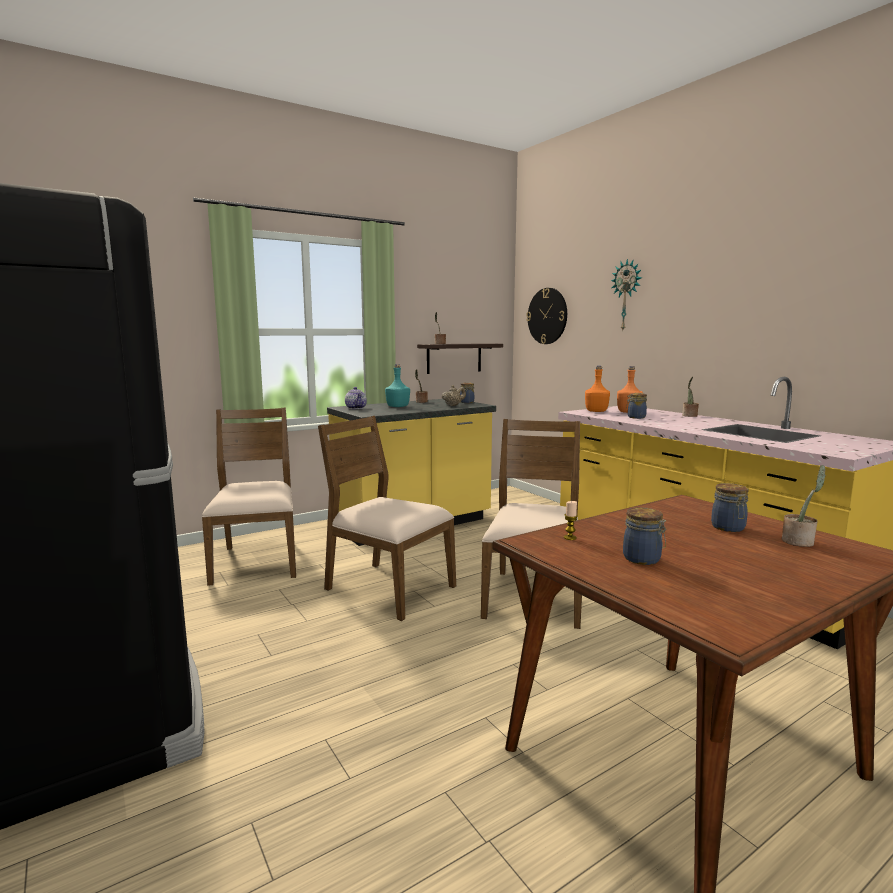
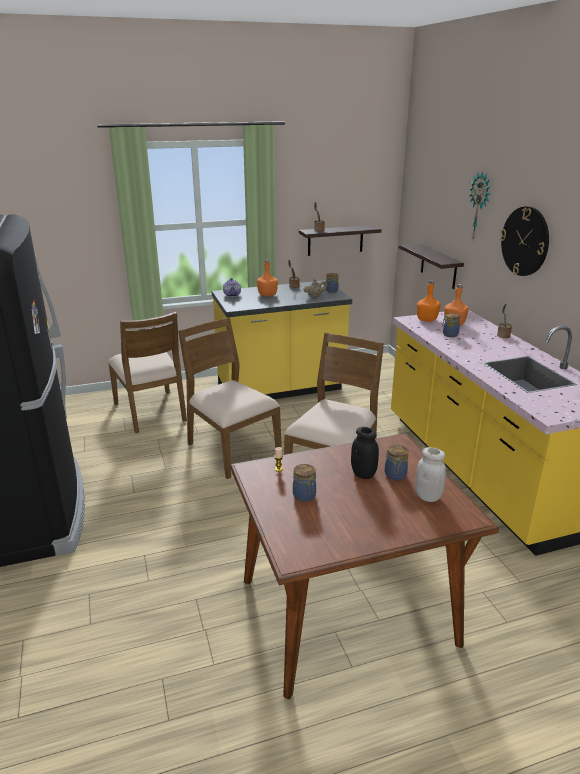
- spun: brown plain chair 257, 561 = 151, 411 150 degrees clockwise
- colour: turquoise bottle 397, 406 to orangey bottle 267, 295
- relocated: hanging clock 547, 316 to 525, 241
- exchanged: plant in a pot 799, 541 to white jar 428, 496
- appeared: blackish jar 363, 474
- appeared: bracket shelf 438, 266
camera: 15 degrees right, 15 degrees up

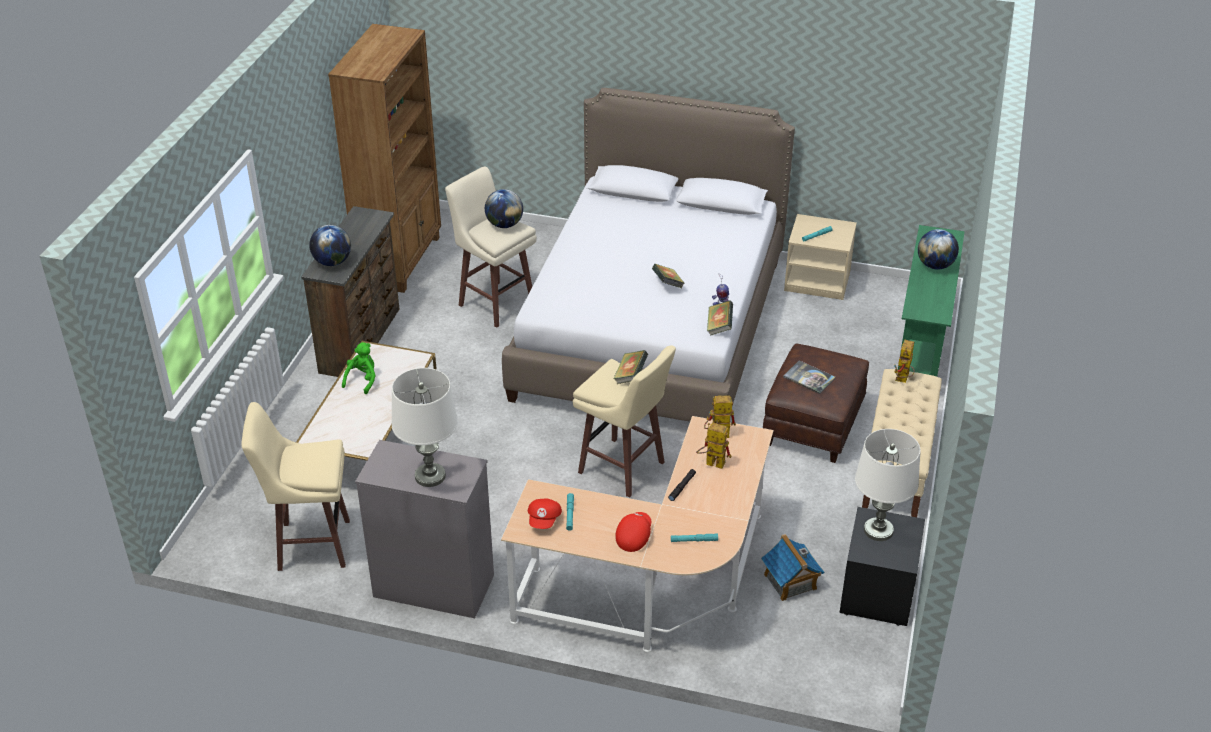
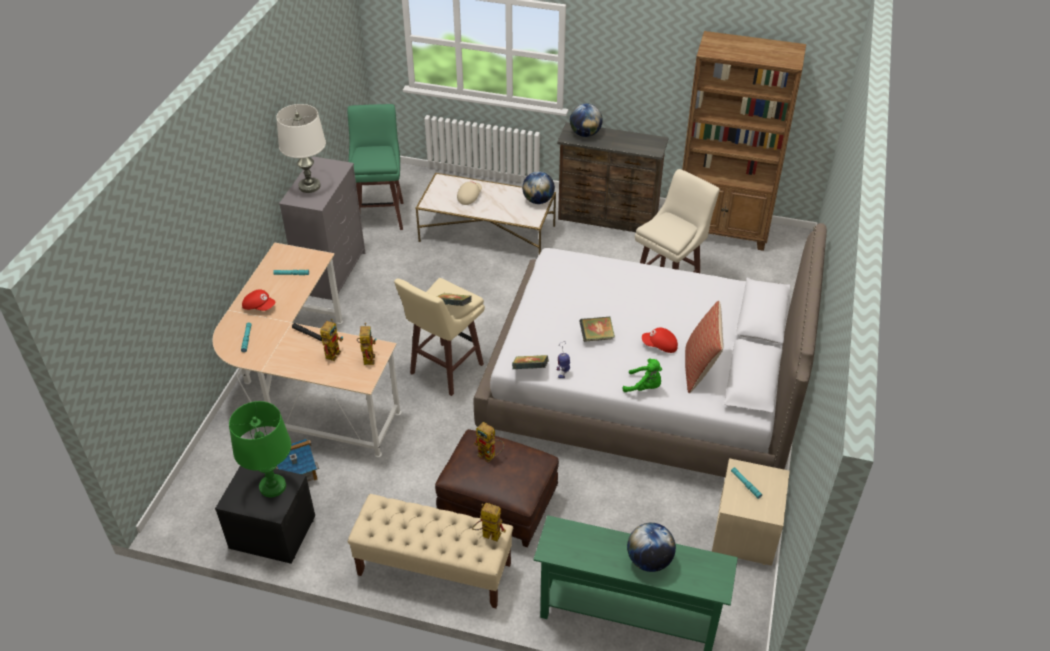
- colour: beige-coloured stool 311, 544 to greenish stool 381, 215
- relocated: greenish soft toy 362, 380 to 644, 387
- relocated: world globe 504, 225 to 538, 200
- relocated: reddish baseball cap 544, 520 to 660, 346
- exchanged: volume 809, 378 to robot figure 490, 456
- colour: white tabletop lamp 878, 530 to greenish tabletop lamp 273, 486
- appeared: beige-coloured baseball cap 469, 197
- appeared: throw pillow 699, 369
camera: 90 degrees right, 5 degrees up

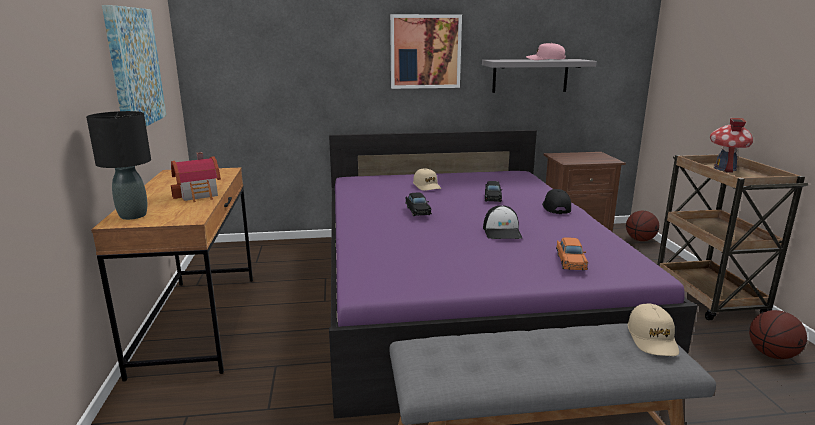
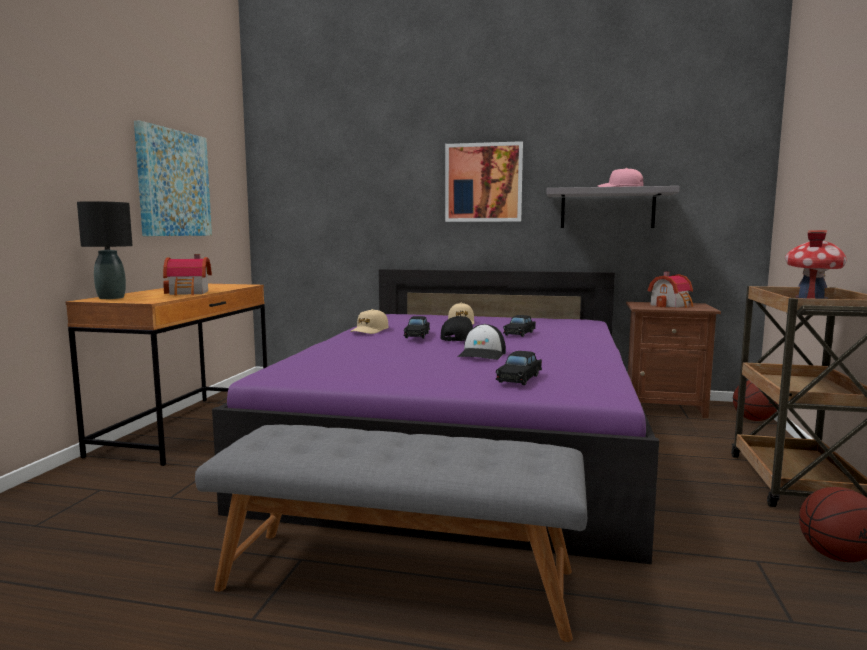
- relocated: blackish baseball cap 555, 208 to 459, 338
- colour: orangey model car 570, 261 to blackish model car 520, 378
- relocated: beige-coloured baseball cap 652, 339 to 369, 330
- appeared: model house 672, 305
camera: 20 degrees right, 10 degrees down

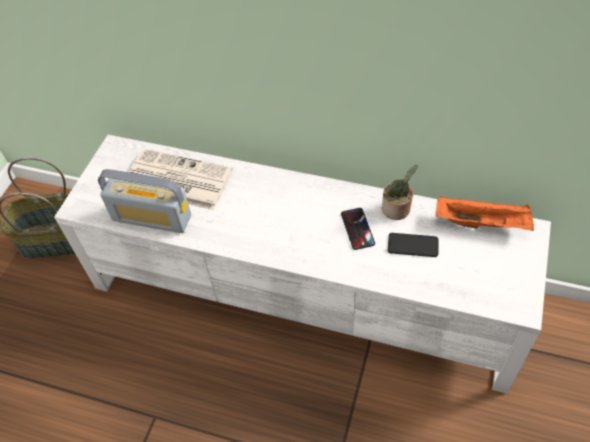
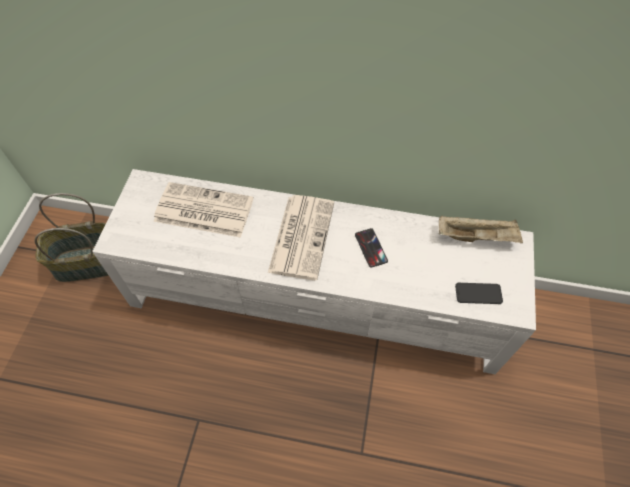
- missing: radio 152, 218
- missing: plant in a pot 397, 210
- relocated: handset 413, 245 to 478, 293
- colour: orangey carrying tray 482, 223 to beige-coloured carrying tray 477, 237
- appeared: newspaper 301, 235
camera: 10 degrees left, 5 degrees up

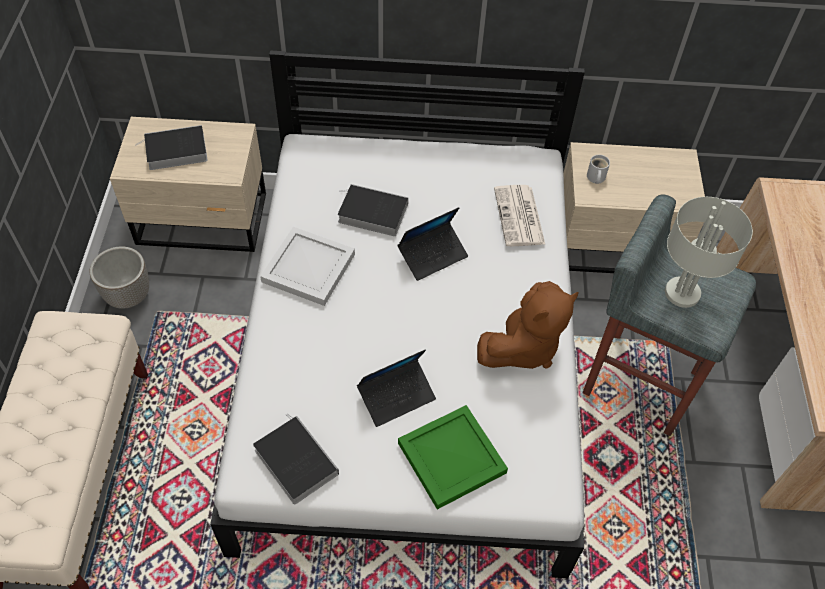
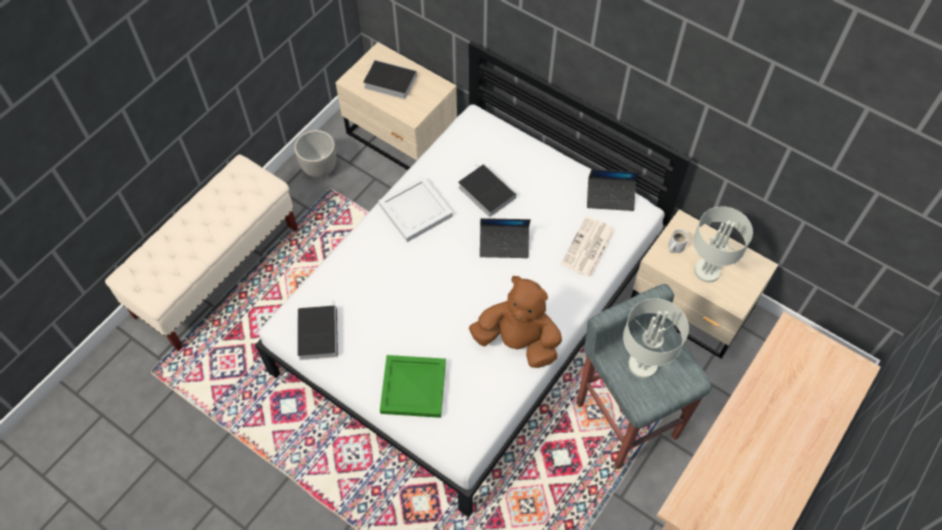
- relocated: laptop 396, 396 to 610, 197
- spun: brown soft toy 523, 347 = 517, 342 150 degrees counterclockwise
- appeared: greyish tabletop lamp 706, 270
camera: 35 degrees right, 5 degrees up

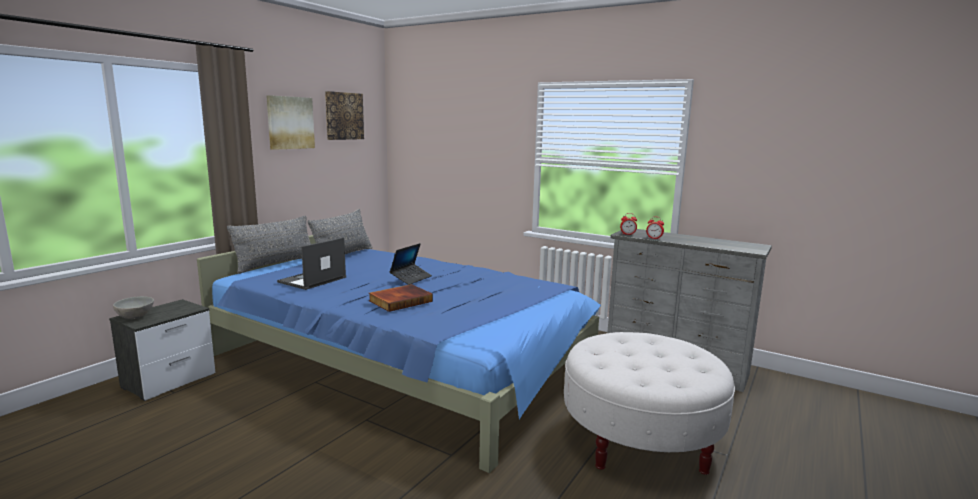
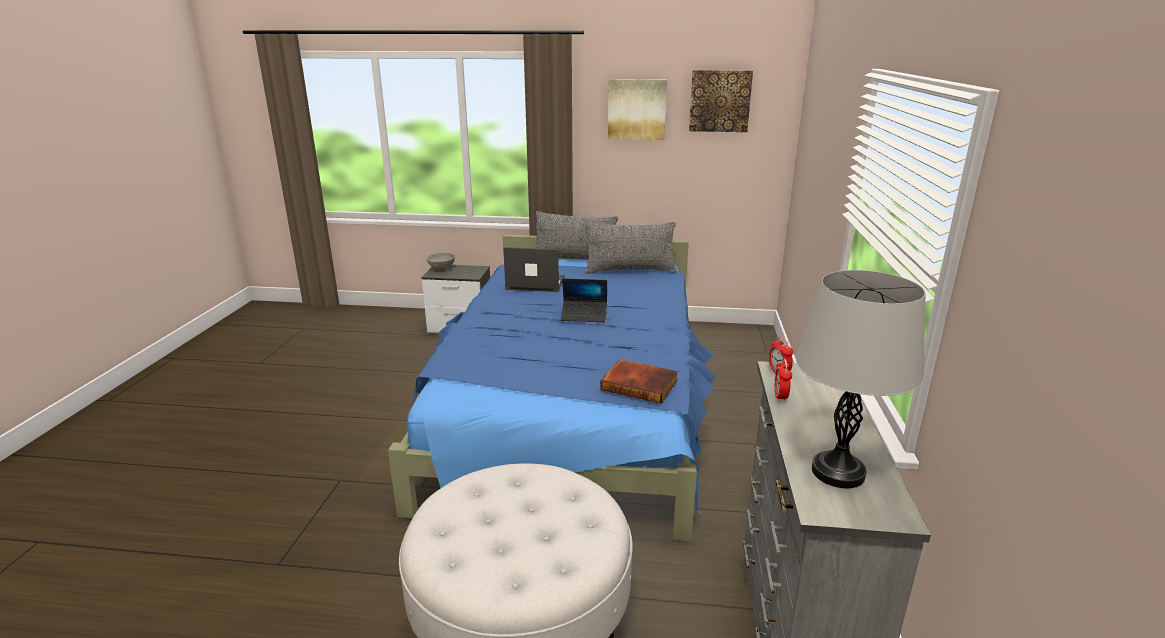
- relocated: volume 400, 300 to 640, 384
- appeared: greyish tabletop lamp 838, 472
camera: 65 degrees right, 10 degrees up

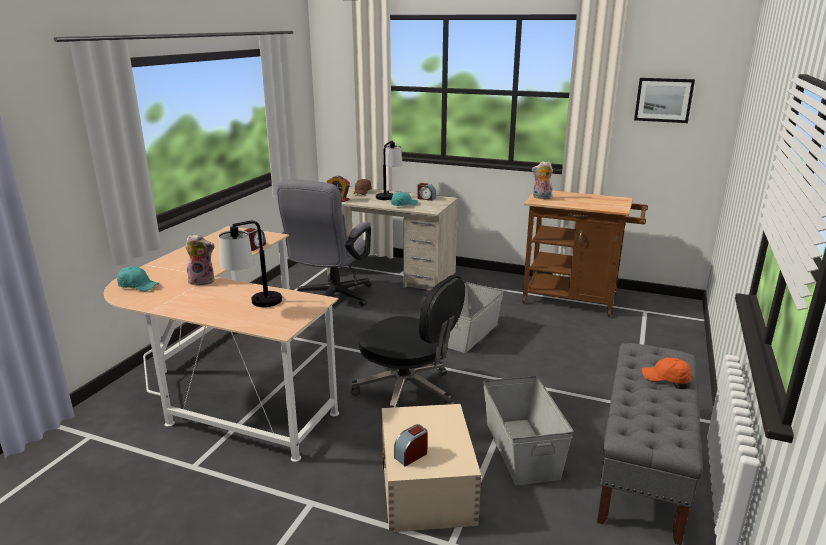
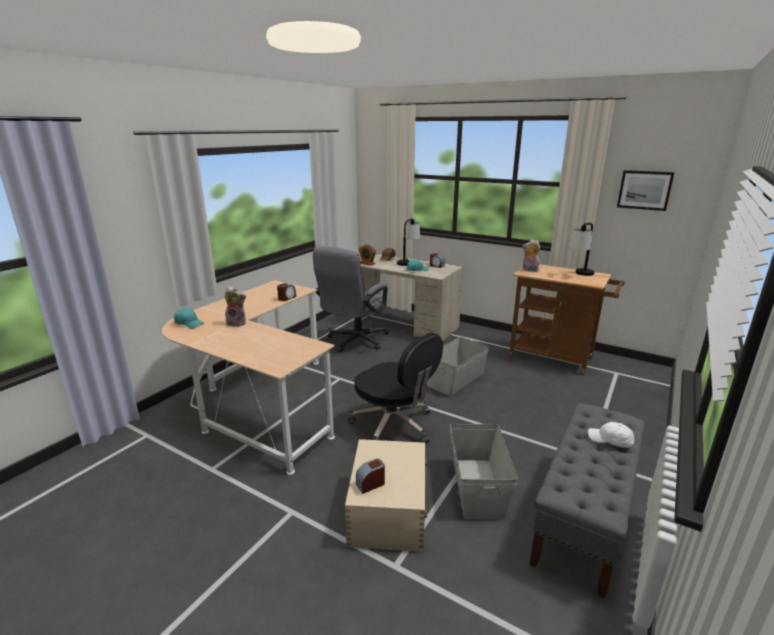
- relocated: tabletop lamp 255, 306 to 580, 275
- colour: orangey baseball cap 666, 378 to white baseball cap 610, 440
camera: 10 degrees right, 0 degrees up

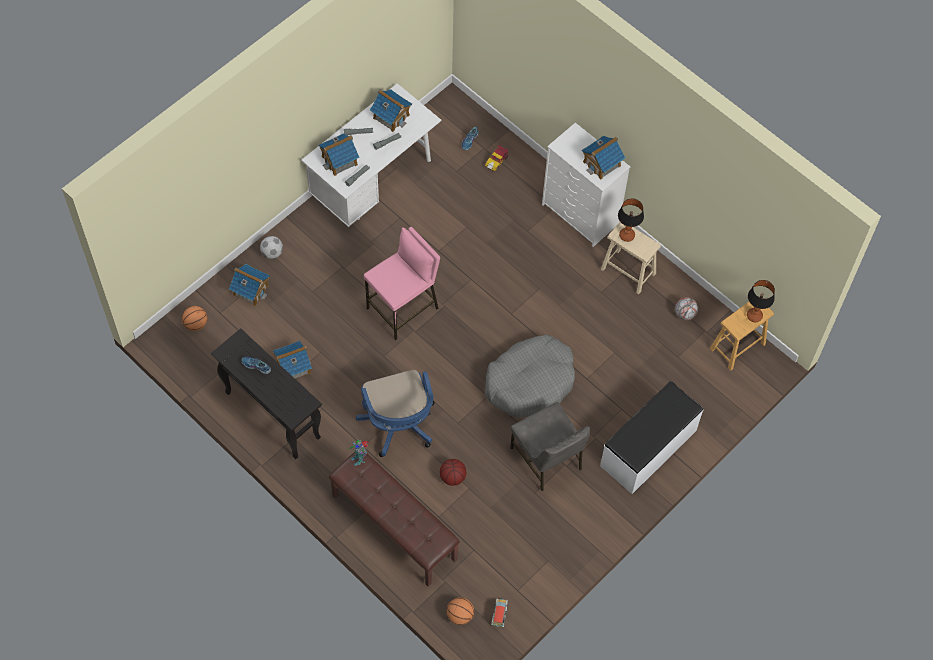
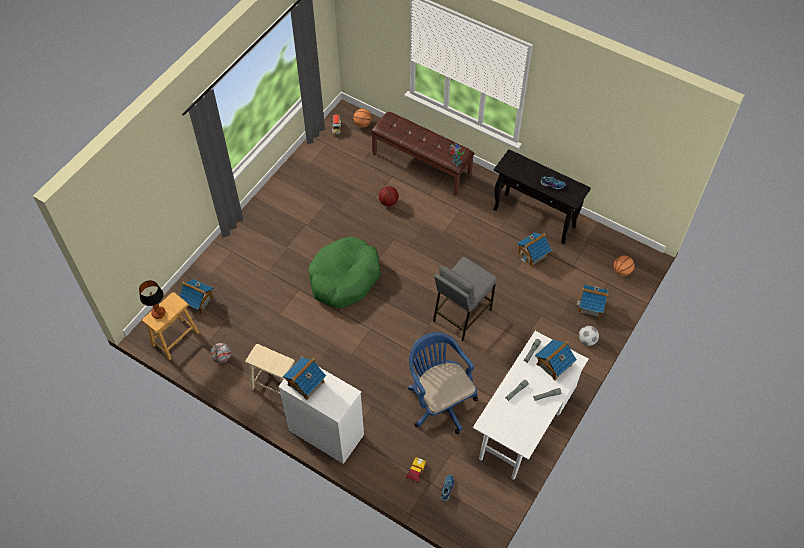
- relocated: blue-coloured computer chair 399, 426 to 439, 400
- colour: pink stool 403, 309 to greyish stool 461, 315
- relocated: model house 391, 116 to 198, 301
- colour: greyish pet bed 530, 382 to greenish pet bed 344, 278
- missing: greyish plain chair 547, 459
- missing: white bench 649, 449
- missing: tabletop lamp 626, 235
camera: 170 degrees right, 5 degrees down

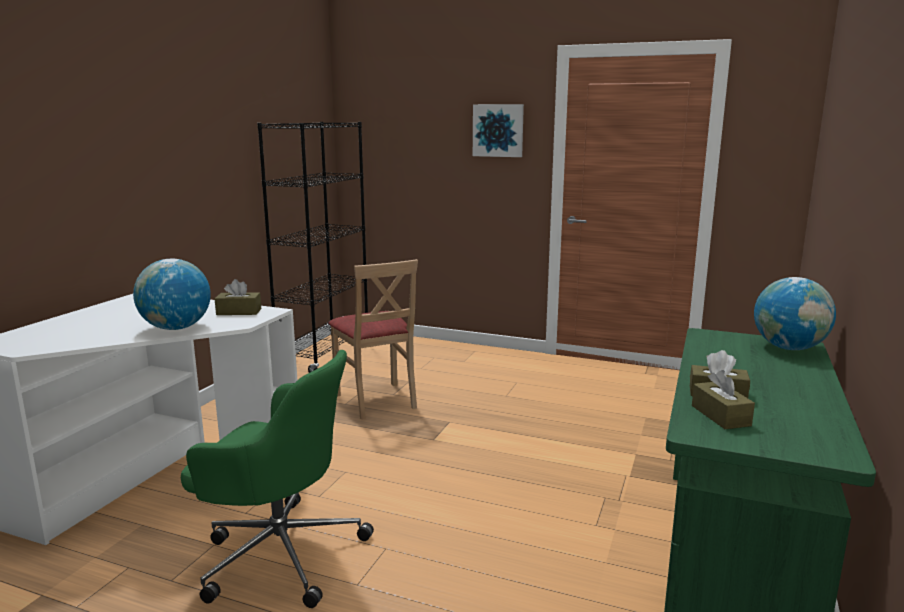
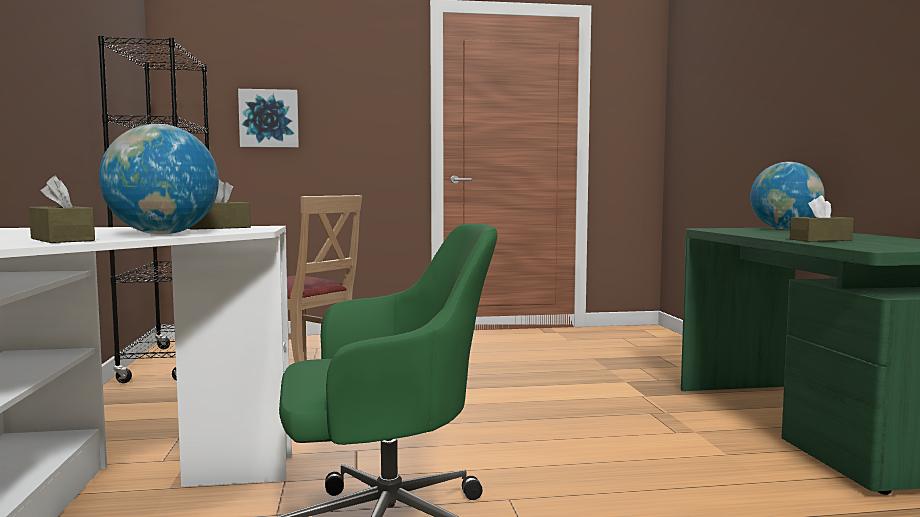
- relocated: wall picture 498, 130 to 269, 118
- relocated: brown tissue box 720, 415 to 62, 239
camera: 30 degrees left, 10 degrees down

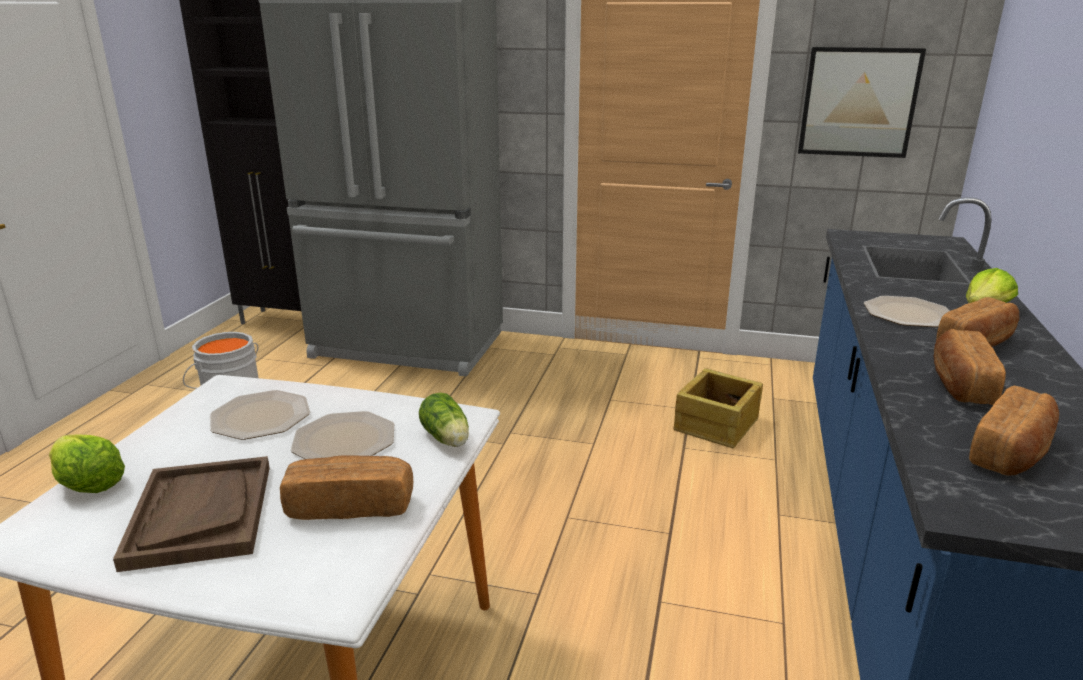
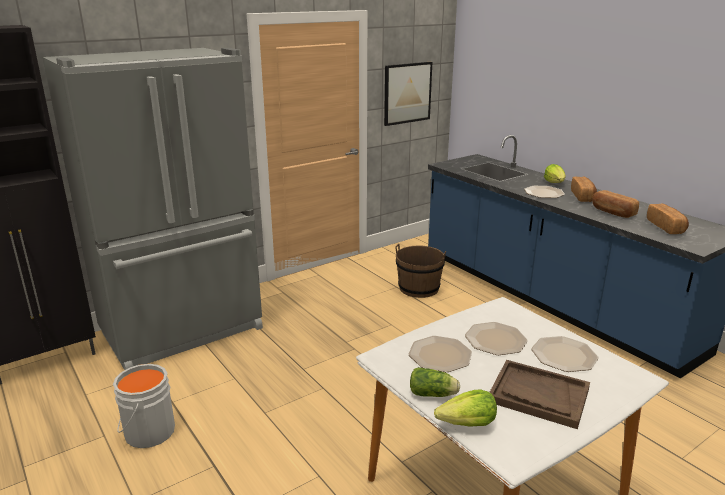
- exchanged: bakery bread 350, 505 to dinner plate 564, 355
- relocated: lettuce head 447, 439 to 434, 394
- exchanged: crate 715, 424 to brown bucket 418, 288
camera: 50 degrees left, 0 degrees up

